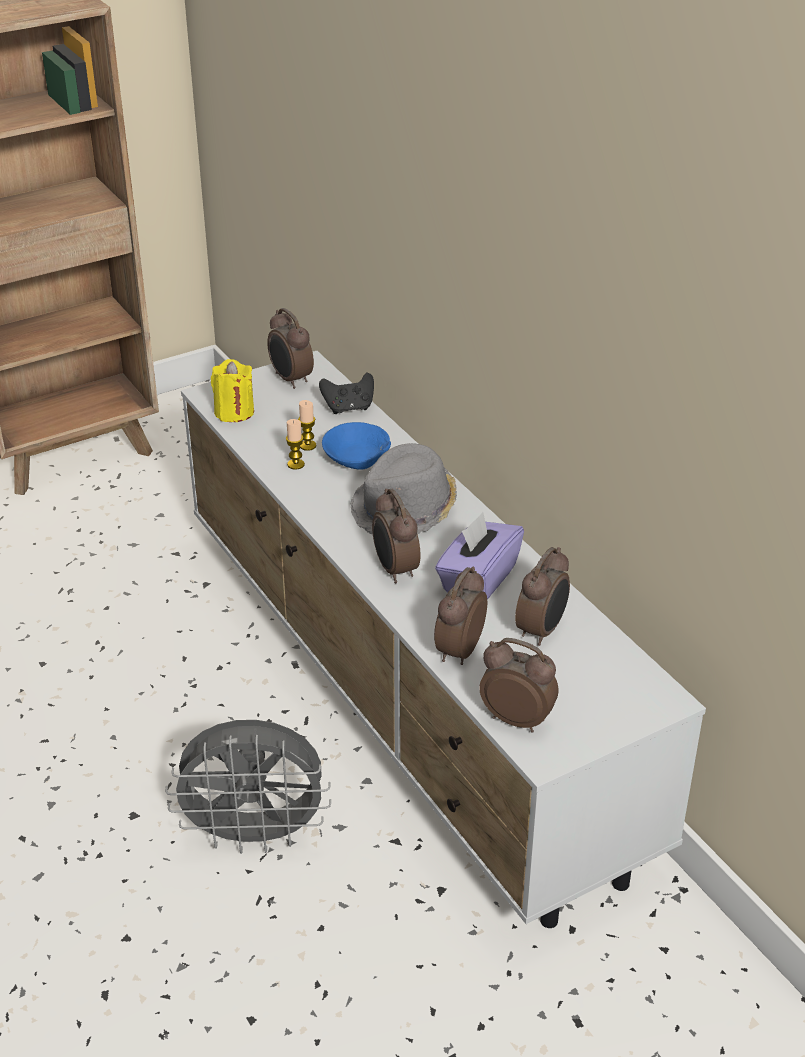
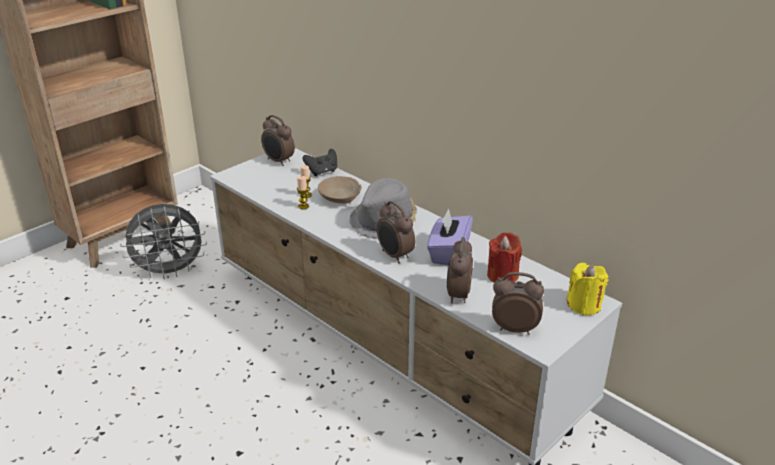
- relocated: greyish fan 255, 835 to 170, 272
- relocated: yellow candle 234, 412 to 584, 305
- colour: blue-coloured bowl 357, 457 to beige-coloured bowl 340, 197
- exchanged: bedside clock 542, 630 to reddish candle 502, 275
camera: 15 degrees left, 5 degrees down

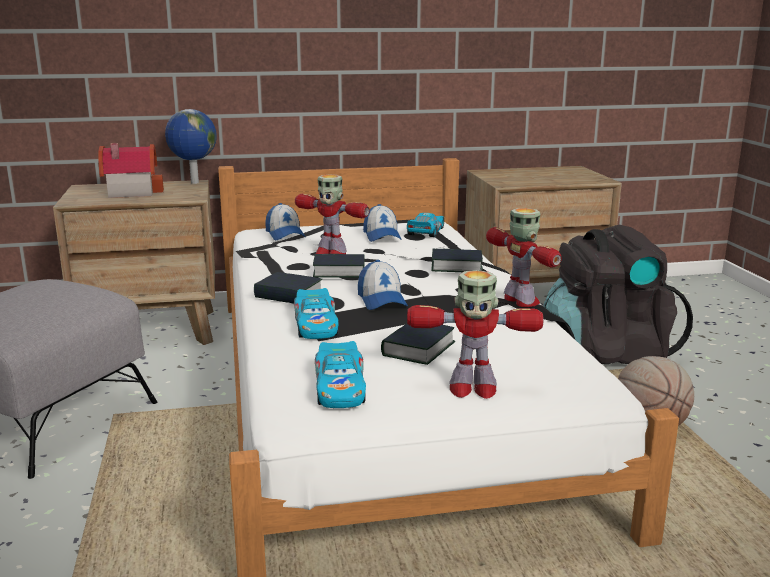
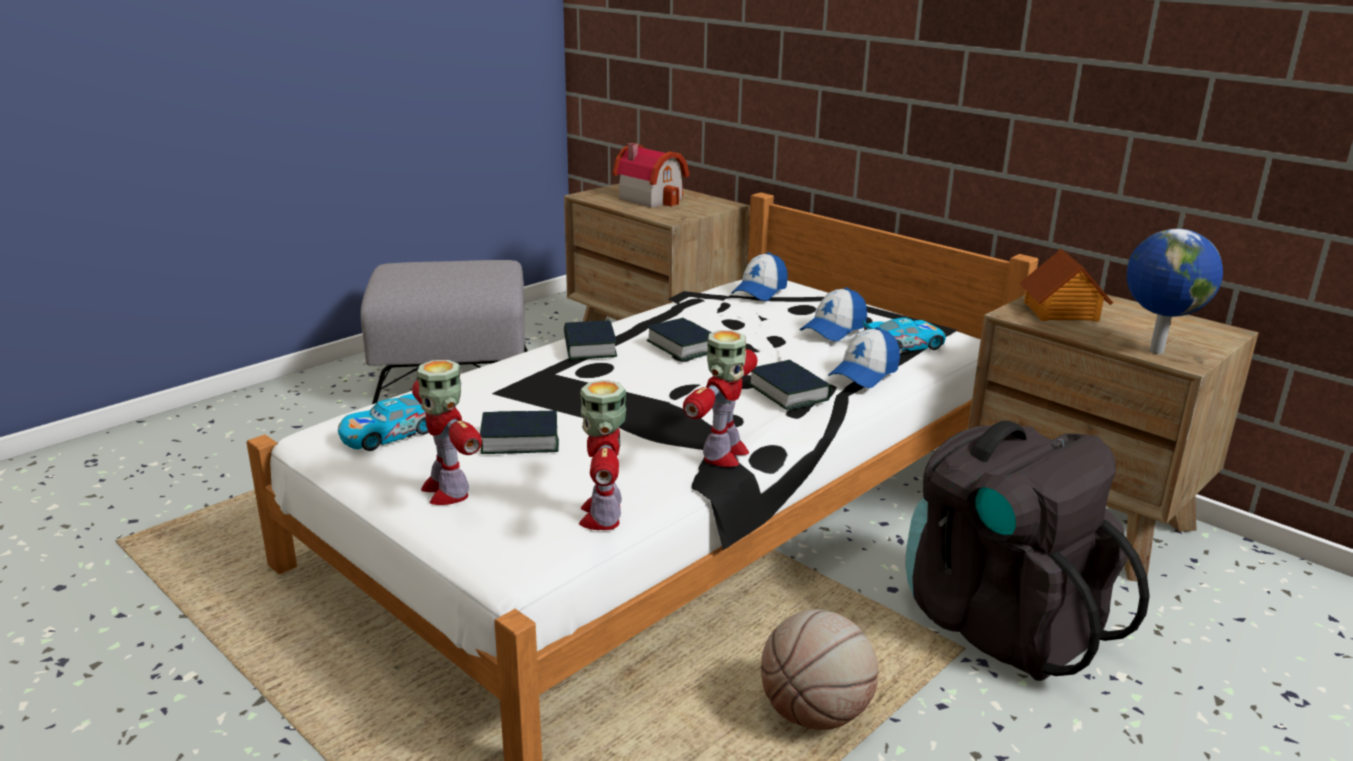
- relocated: world globe 194, 183 to 1154, 350
- missing: model car 316, 326
- relocated: robot figure 330, 253 to 603, 515
- relocated: baseball cap 381, 300 to 864, 373
- appeared: model house 1061, 311
camera: 55 degrees right, 5 degrees up

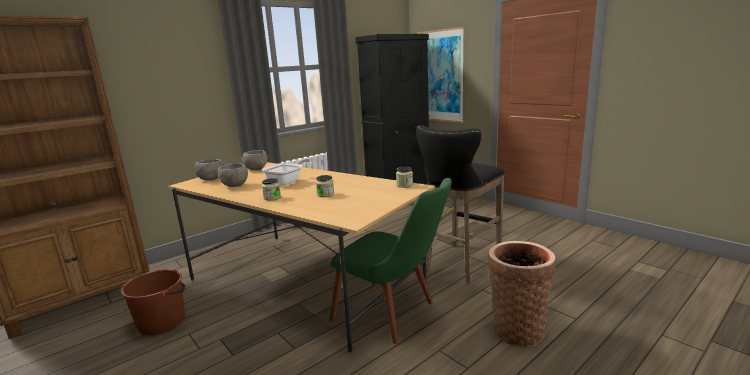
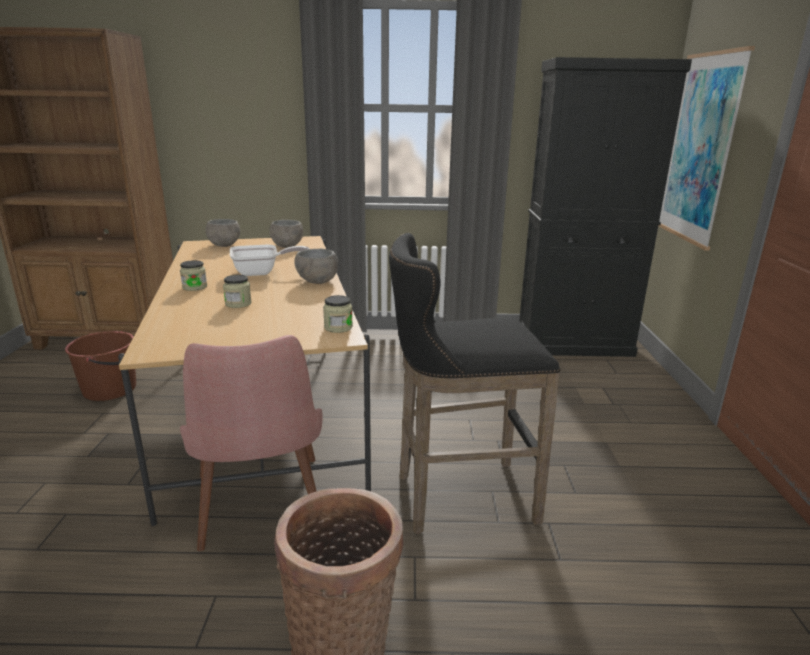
- relocated: greyish bowl 235, 185 to 318, 282
- colour: greenish plain chair 395, 314 to pink plain chair 262, 513
camera: 40 degrees right, 5 degrees up

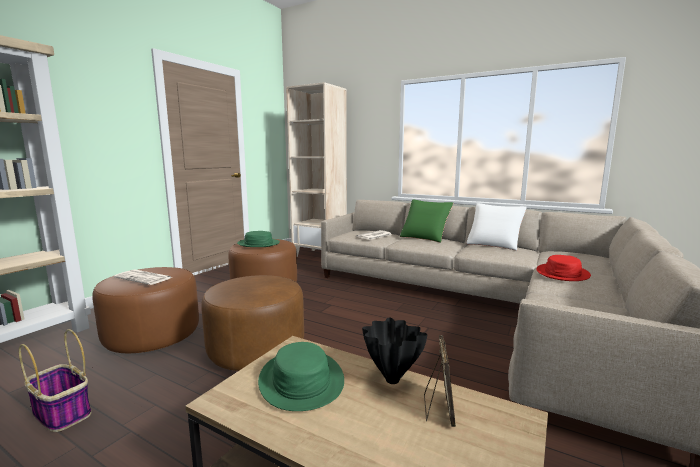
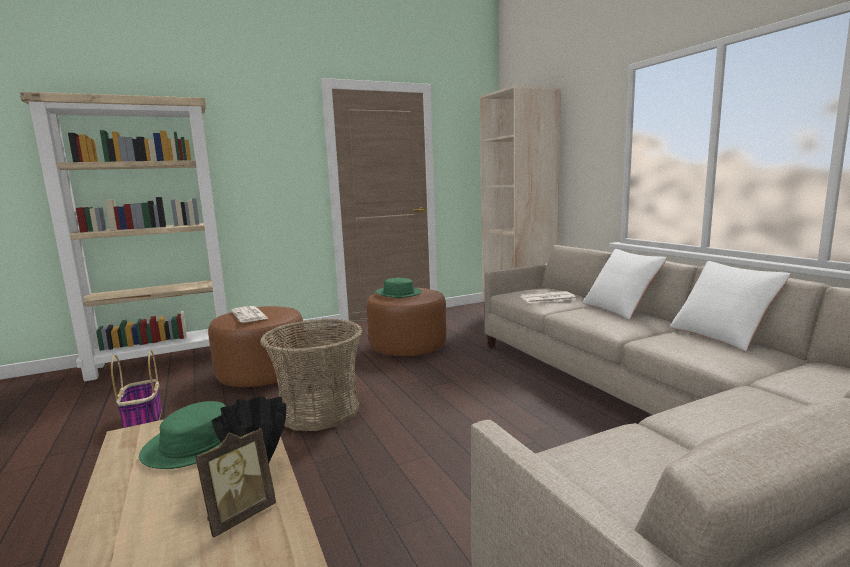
- exchanged: brown footrest 256, 350 to storage basket 319, 411
- colour: greenish throw pillow 425, 237 to white throw pillow 620, 309
- missing: reddish clothing hat 562, 273
camera: 35 degrees right, 0 degrees up

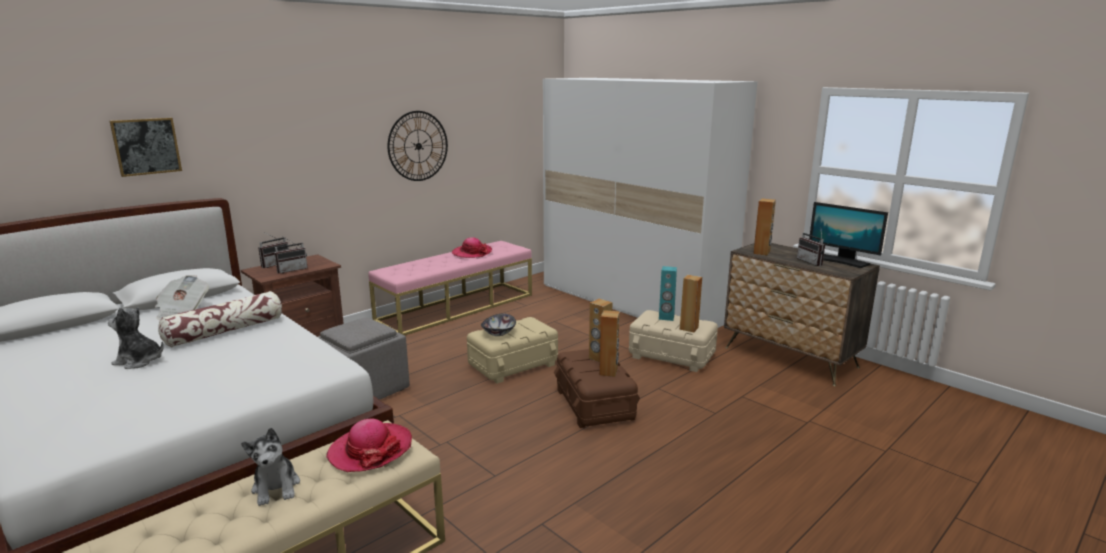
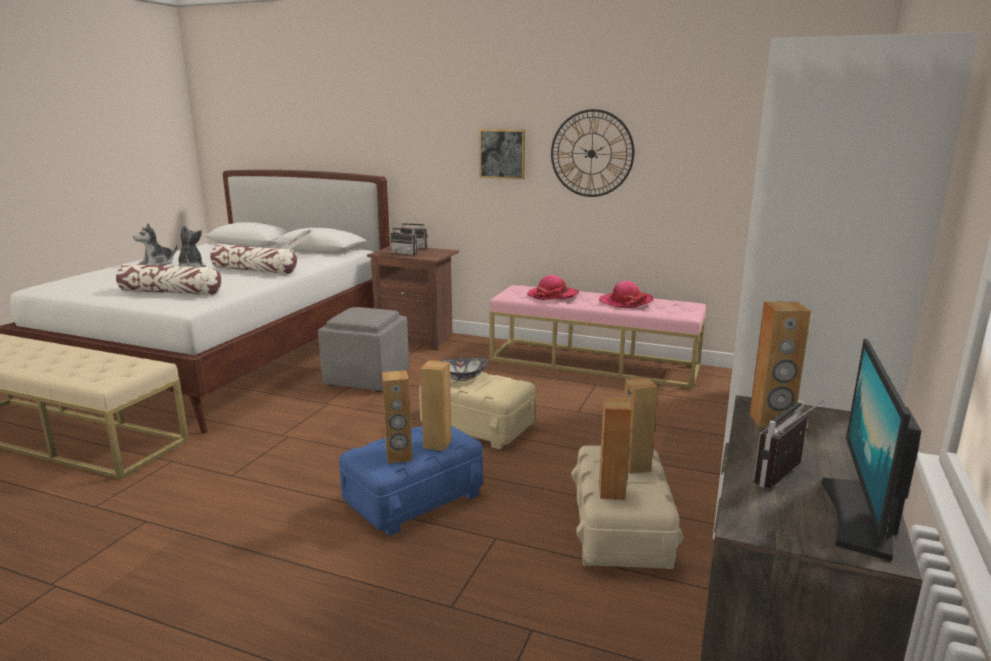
- relocated: wall picture 146, 146 to 502, 154
- relocated: soft toy 276, 487 to 158, 263
- relocated: clothing hat 370, 450 to 553, 295
- colour: brown storage bin 594, 404 to blue-coloured storage bin 413, 497
- colour: turquoise loudspeaker 666, 317 to brown loudspeaker 635, 466
- appeared: throw pillow 171, 292
camera: 65 degrees right, 0 degrees up

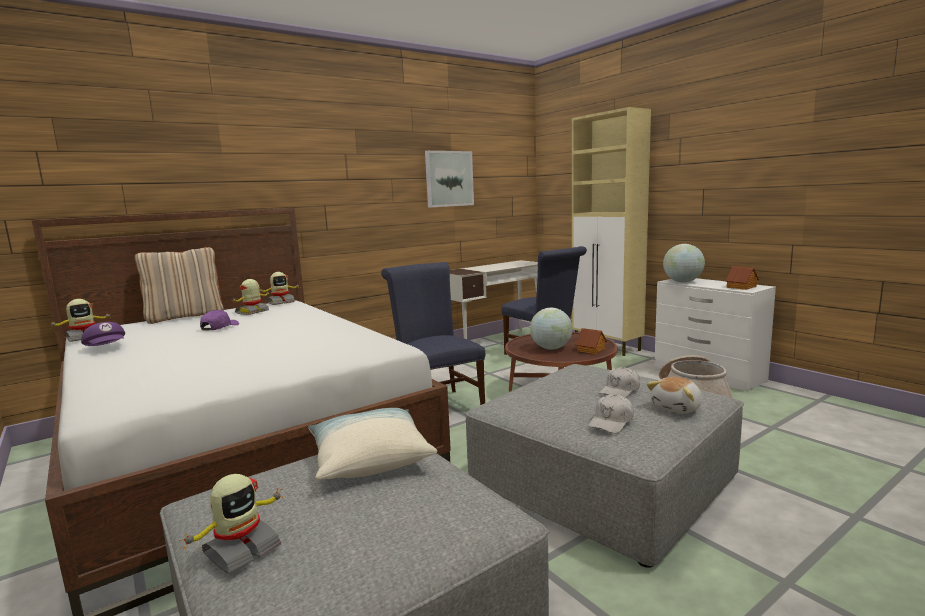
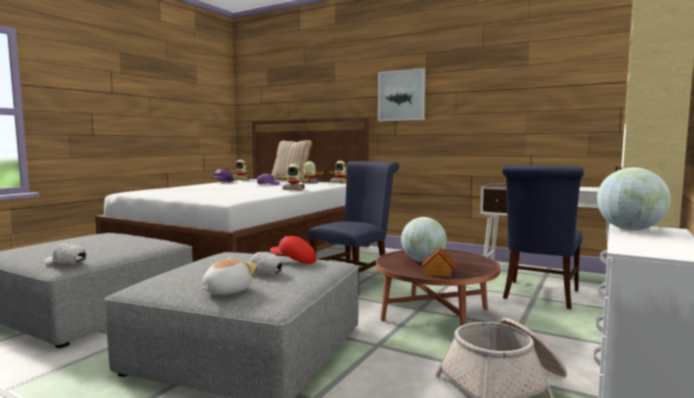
- relocated: robot figure 241, 549 to 294, 189
- missing: throw pillow 369, 459
- relocated: wall picture 449, 179 to 401, 95
- relocated: white baseball cap 611, 422 to 65, 262
- spun: soft toy 677, 408 = 226, 291 105 degrees clockwise
- missing: model house 742, 287
- appeared: reddish baseball cap 293, 261
camera: 65 degrees right, 5 degrees down

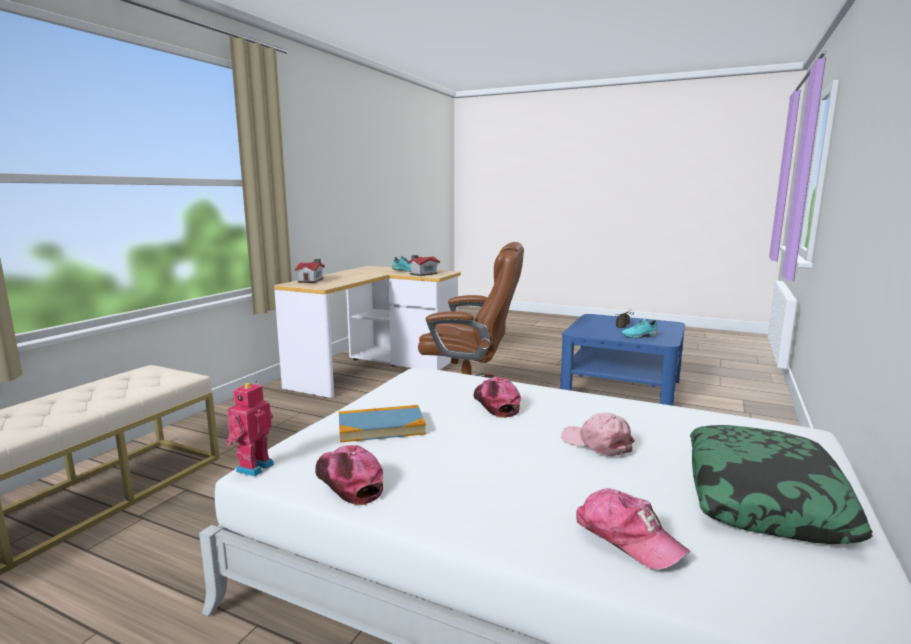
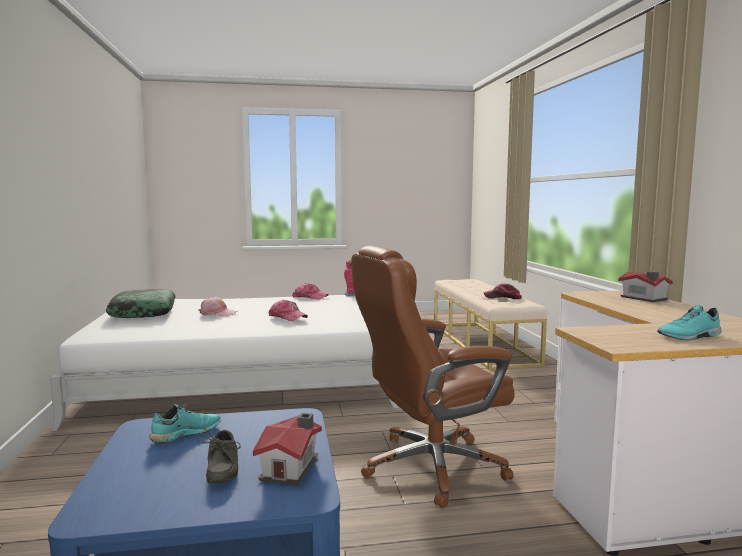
- missing: volume 381, 427
- relocated: model house 422, 274 to 292, 467
- relocated: baseball cap 627, 537 to 502, 297
camera: 145 degrees right, 5 degrees down

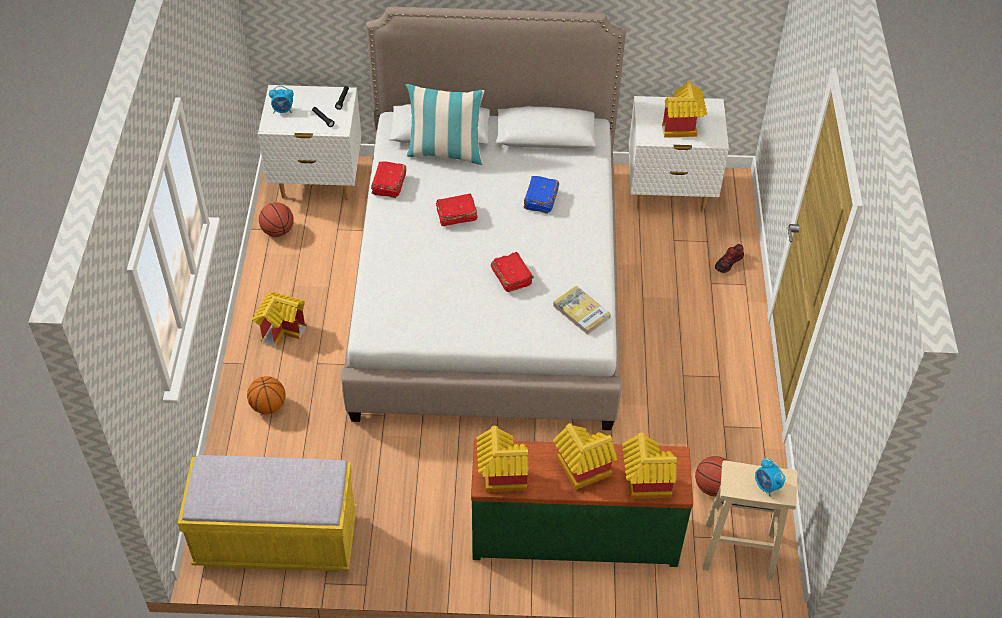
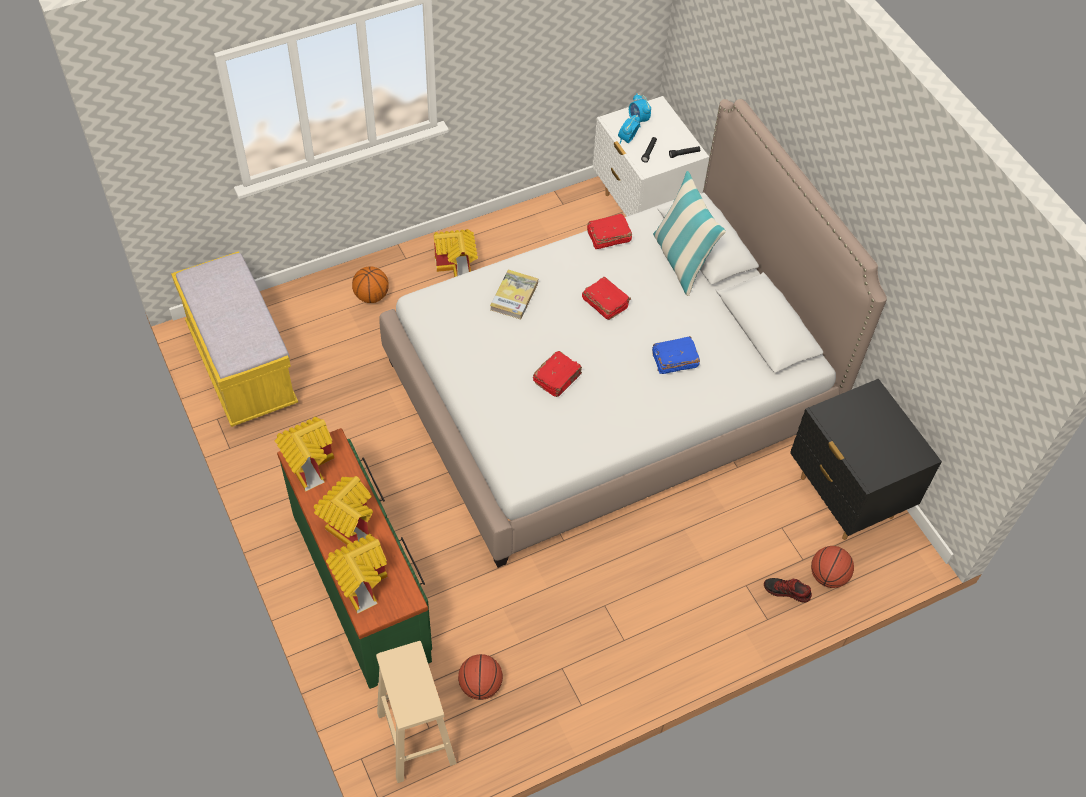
- relocated: ball for basketball 278, 231 to 828, 576
- relocated: volume 581, 312 to 514, 296
- colour: white bedside table 669, 193 to blackish bedside table 845, 498
- missing: model house 681, 129
- relocated: bedside clock 766, 486 to 627, 139
camera: 60 degrees right, 5 degrees up

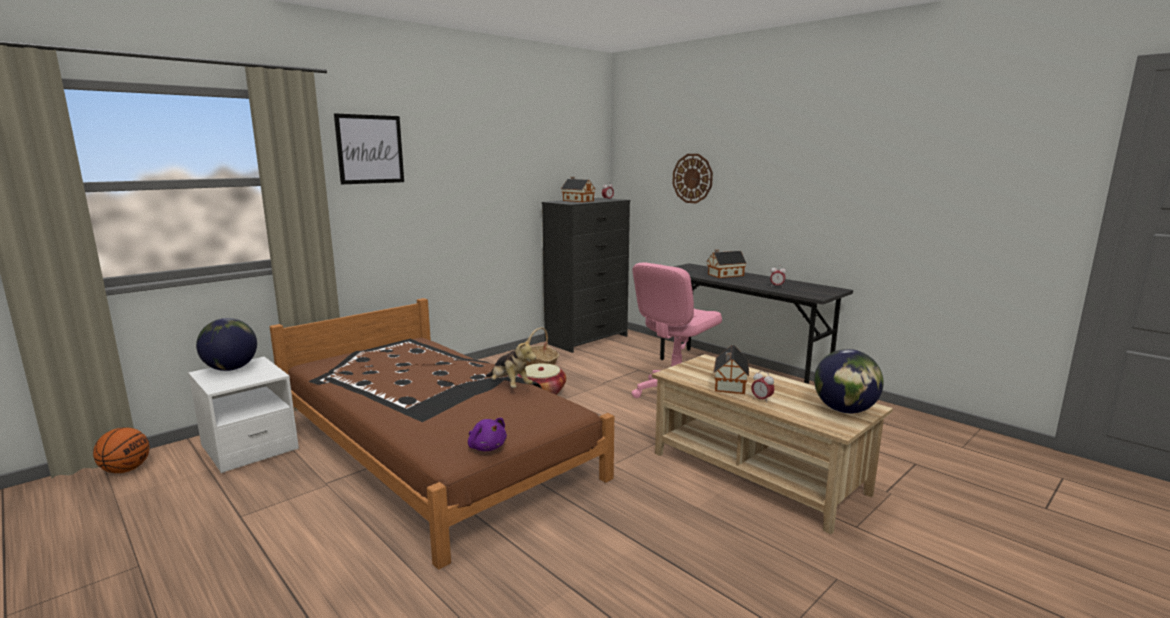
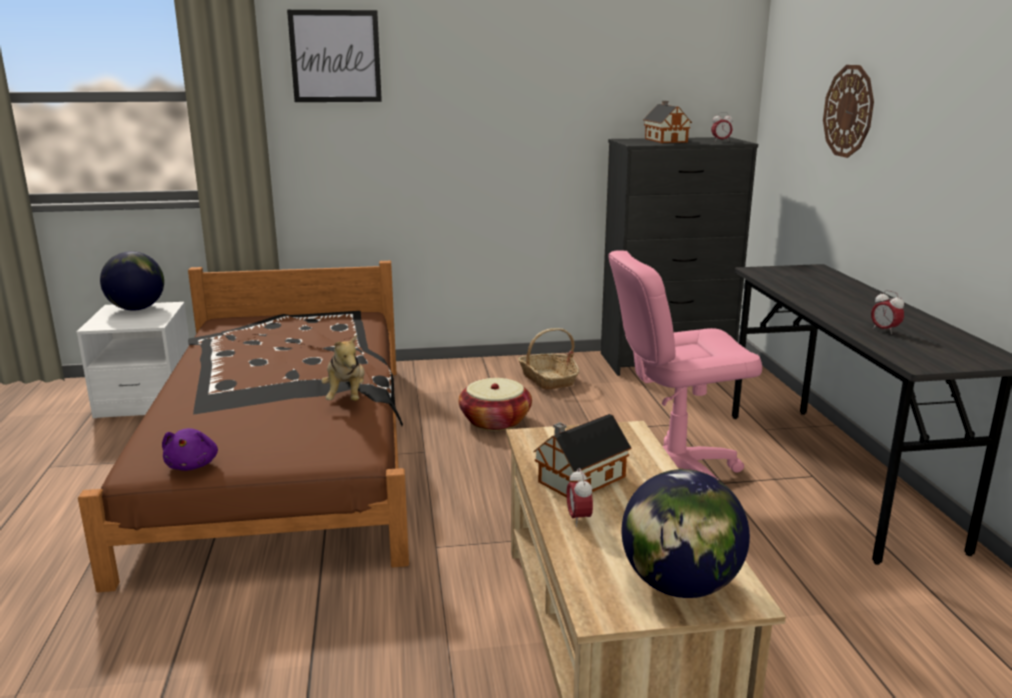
- missing: ball for basketball 126, 470
- missing: model house 724, 275
camera: 35 degrees right, 5 degrees up

